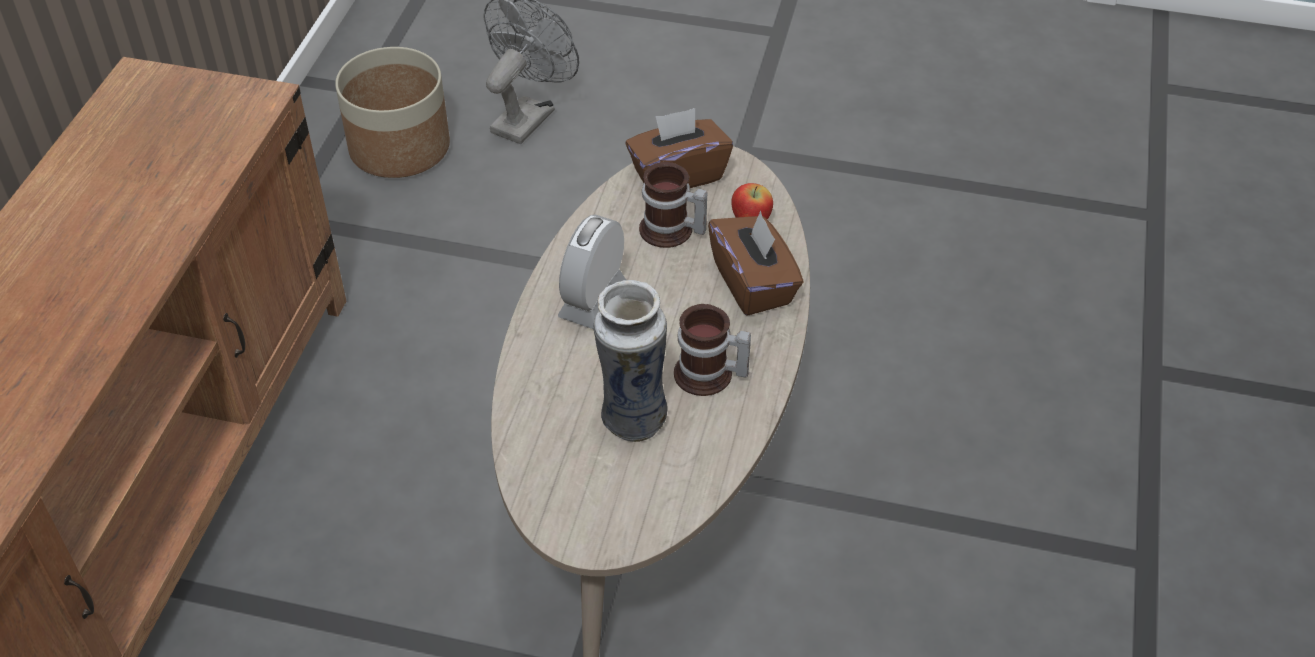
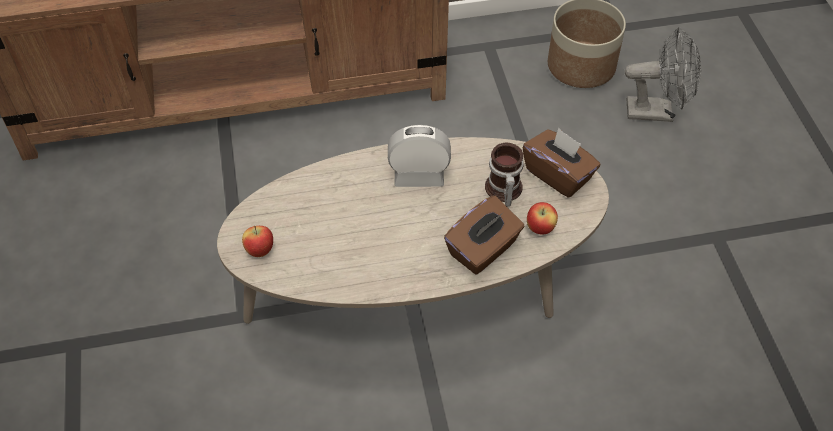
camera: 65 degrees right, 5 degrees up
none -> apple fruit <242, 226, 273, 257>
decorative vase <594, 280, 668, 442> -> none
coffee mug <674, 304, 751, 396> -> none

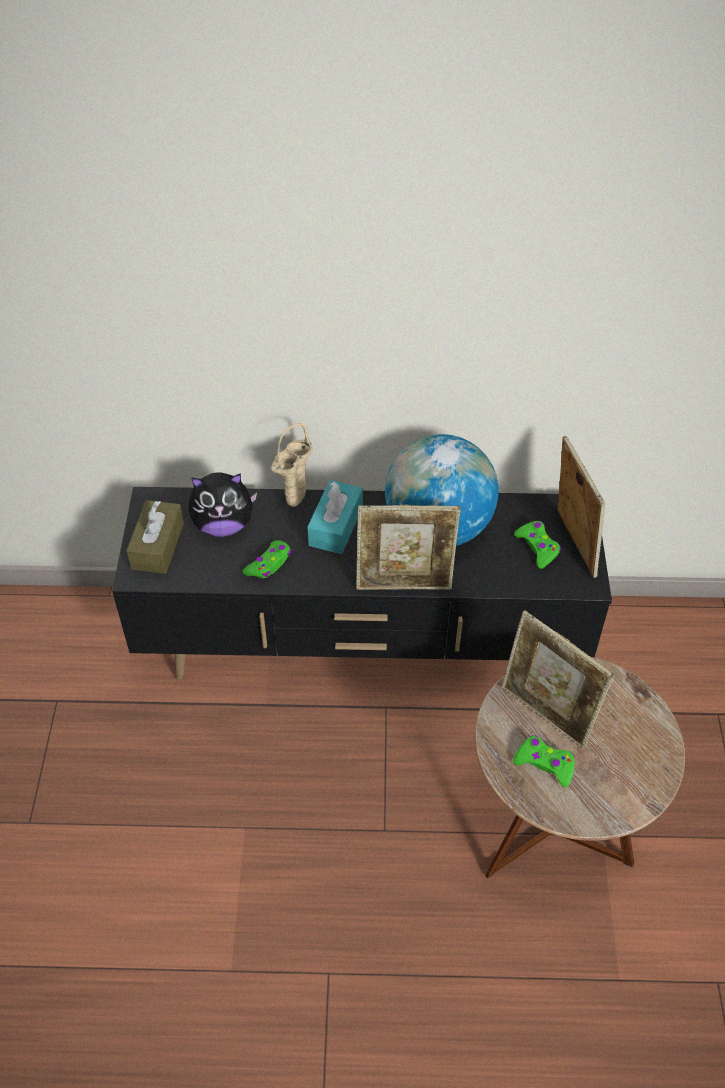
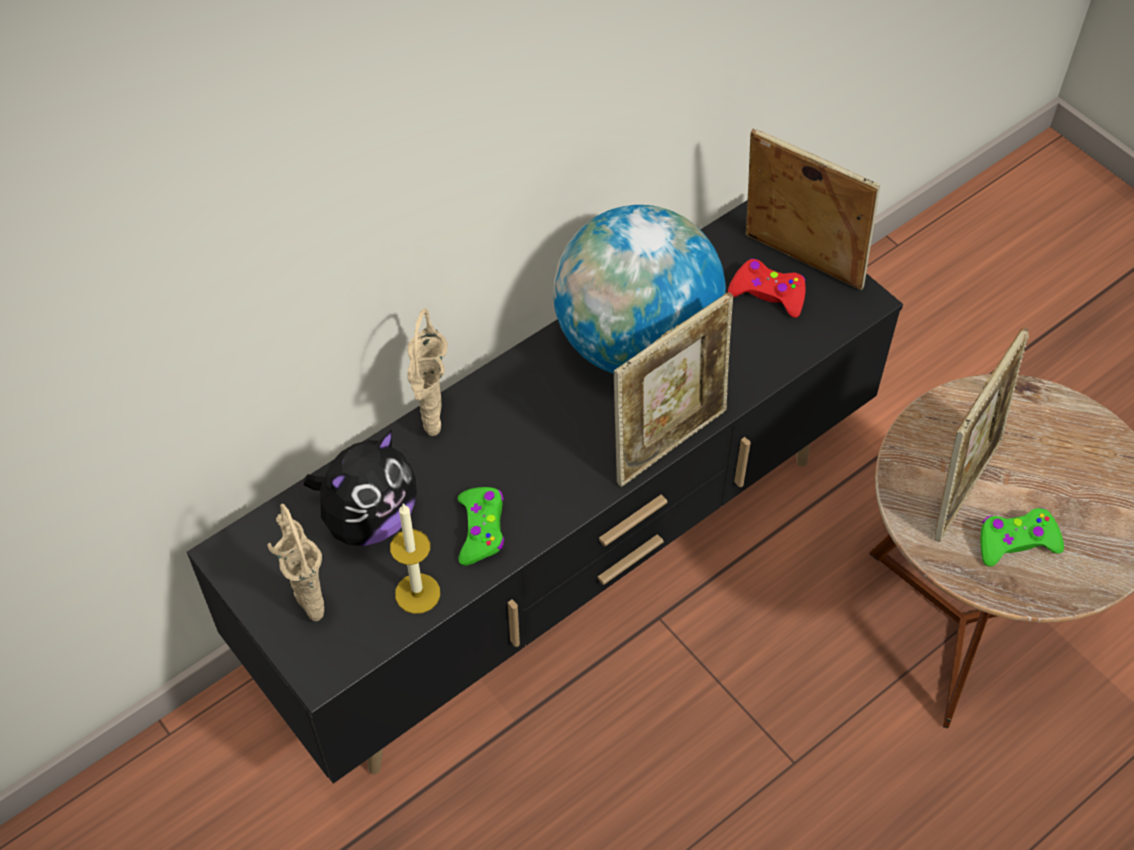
camera: 40 degrees left, 5 degrees up
brown box of tissues <126, 500, 184, 574> -> beige-coloured decorative vase <267, 503, 324, 621>
none -> wax candle <390, 503, 440, 614>
greenish joypad <514, 521, 561, 569> -> red joypad <728, 259, 806, 318>
photo frame <501, 610, 614, 749> -> photo frame <934, 327, 1029, 542>, 60 degrees counterclockwise
turquoise box of tissues <307, 480, 363, 554> -> none

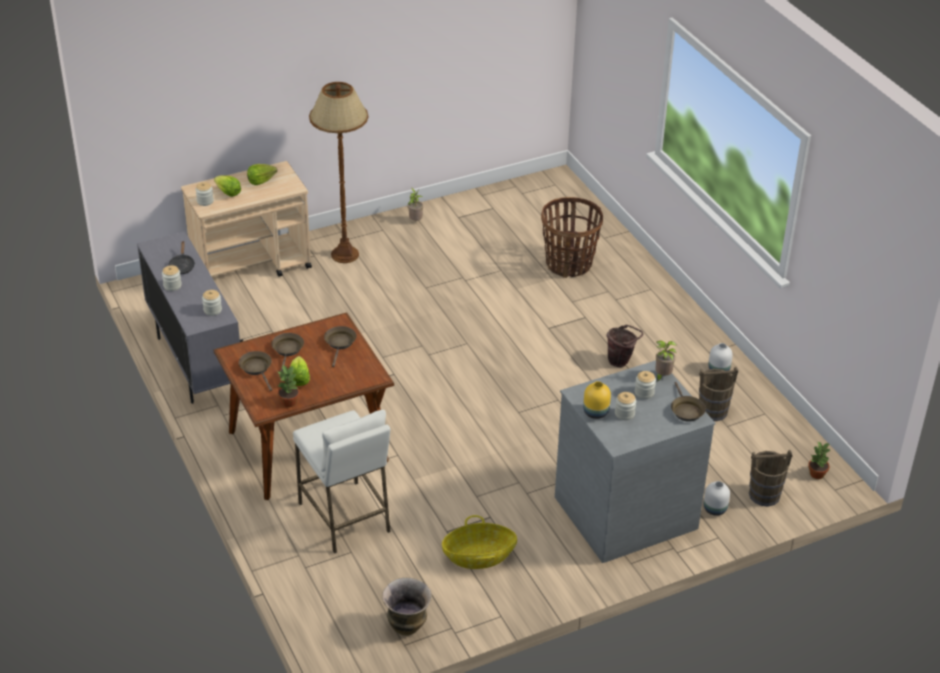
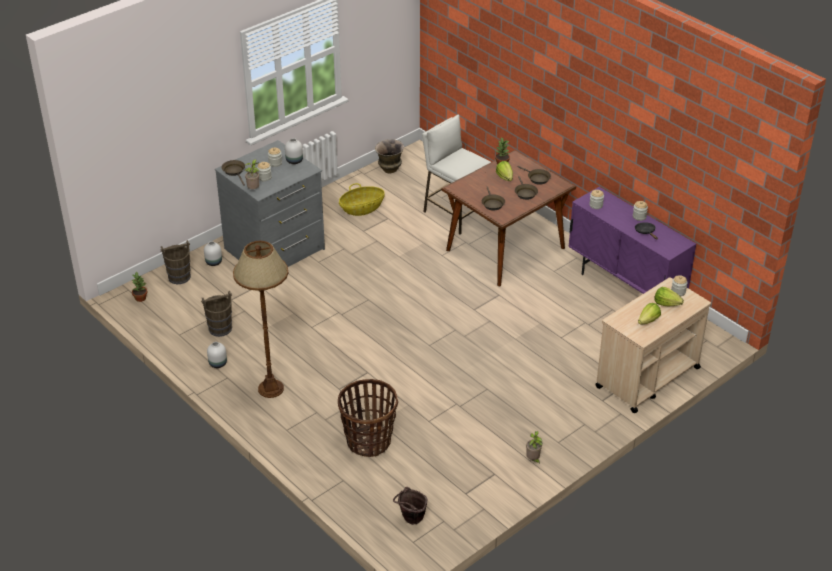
camera: 165 degrees right, 0 degrees up
brown standing lamp <309, 82, 368, 263> -> brown standing lamp <233, 241, 288, 398>, move
yellowish decorative vase <583, 381, 611, 419> -> white decorative vase <285, 138, 303, 164>
brown pail <606, 325, 643, 367> -> brown pail <393, 487, 427, 525>, move
greyish storage cabinet <137, 231, 243, 404> -> purplish storage cabinet <568, 187, 696, 294>

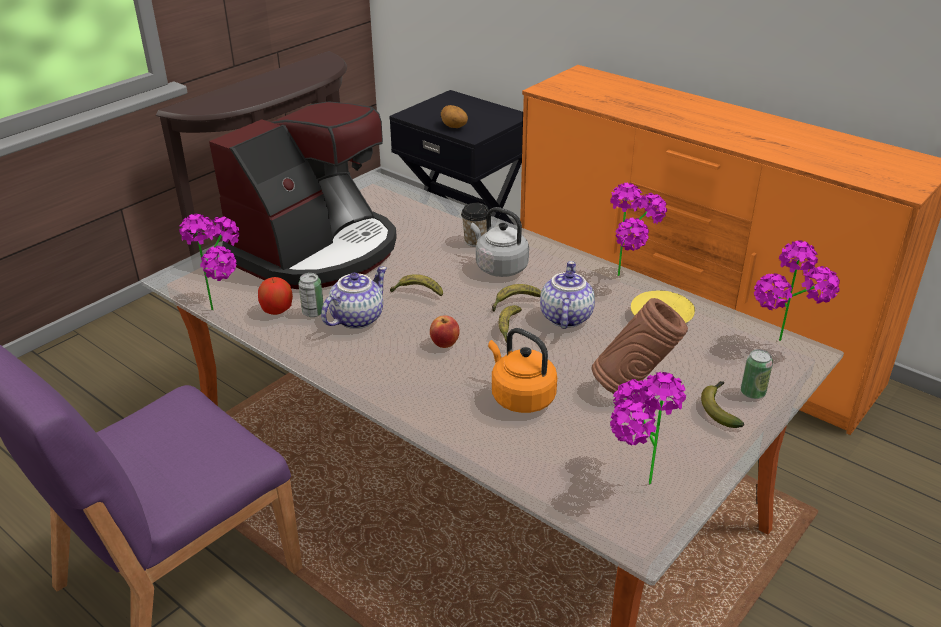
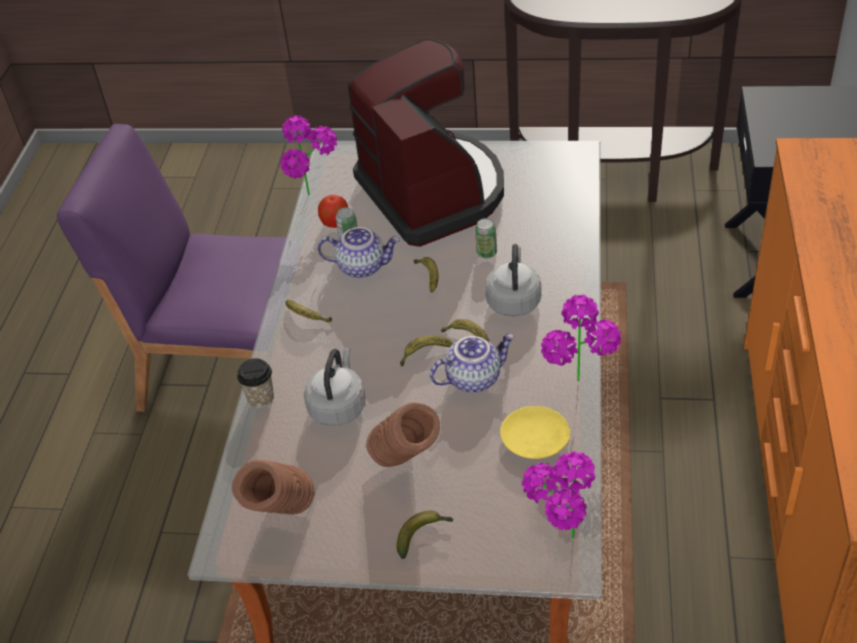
camera: 60 degrees right, 10 degrees up
potted plant <610, 372, 686, 485> -> brown decorative vase <232, 460, 315, 514>
small cup <461, 203, 489, 247> -> small cup <237, 358, 274, 408>, move
none -> banana fruit <285, 300, 332, 322>
orange kettle <488, 328, 557, 413> -> greyish kettle <304, 348, 365, 426>
coffee machine <209, 101, 397, 289> -> coffee machine <348, 39, 504, 247>, 120 degrees counterclockwise
sealed can <741, 349, 773, 399> -> sealed can <475, 218, 497, 258>, move
apple fruit <430, 315, 460, 348> -> none
spud <441, 105, 468, 128> -> none

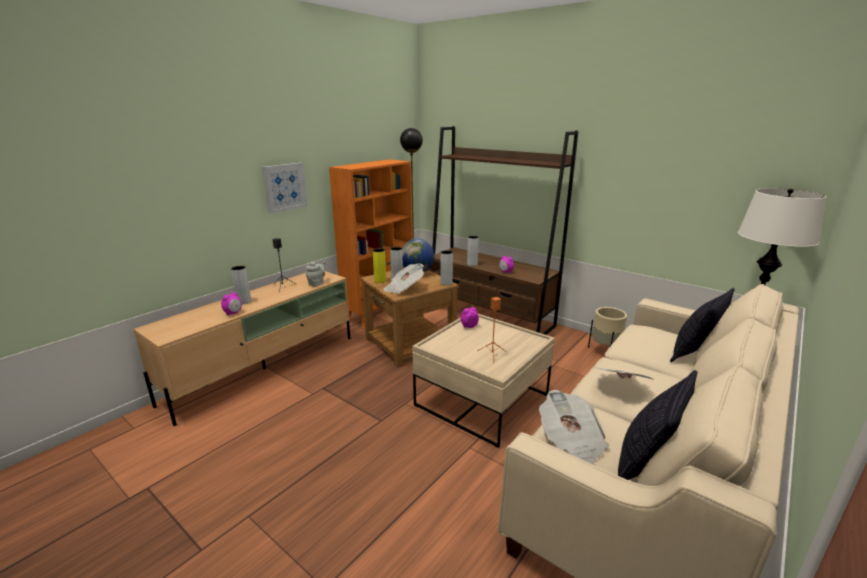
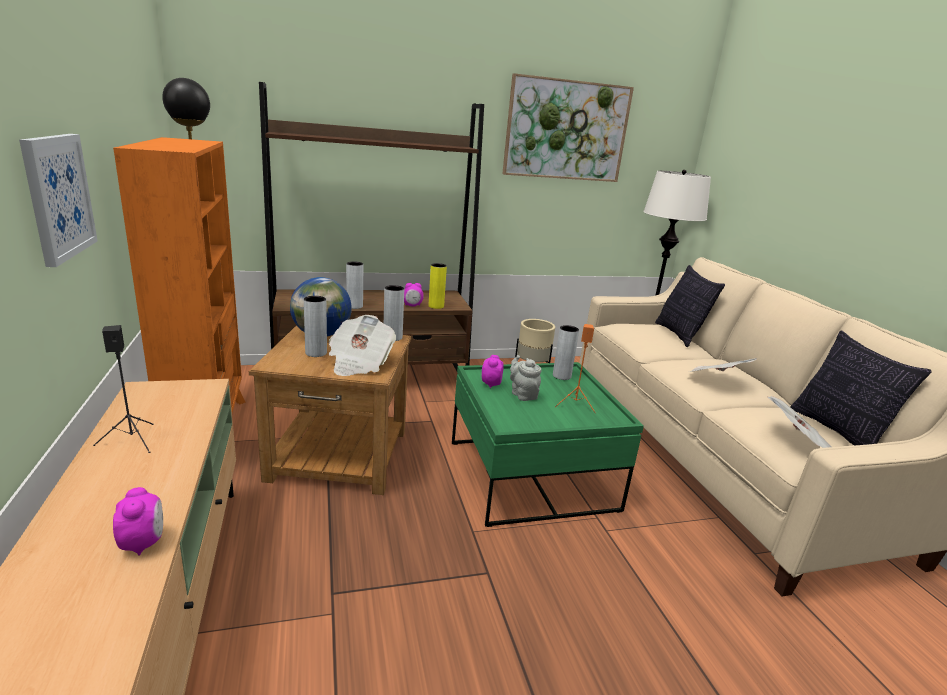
camera: 55 degrees left, 0 degrees up
yellowish decorative vase <373, 248, 386, 283> -> yellowish decorative vase <429, 263, 447, 309>, move
beige-coloured lounge table <412, 314, 555, 447> -> greenish lounge table <452, 362, 644, 527>
none -> picture <502, 73, 634, 182>
greyish pot for tea <306, 261, 325, 287> -> greyish pot for tea <510, 355, 541, 401>, move
greyish decorative vase <231, 266, 251, 304> -> greyish decorative vase <553, 325, 579, 380>, move

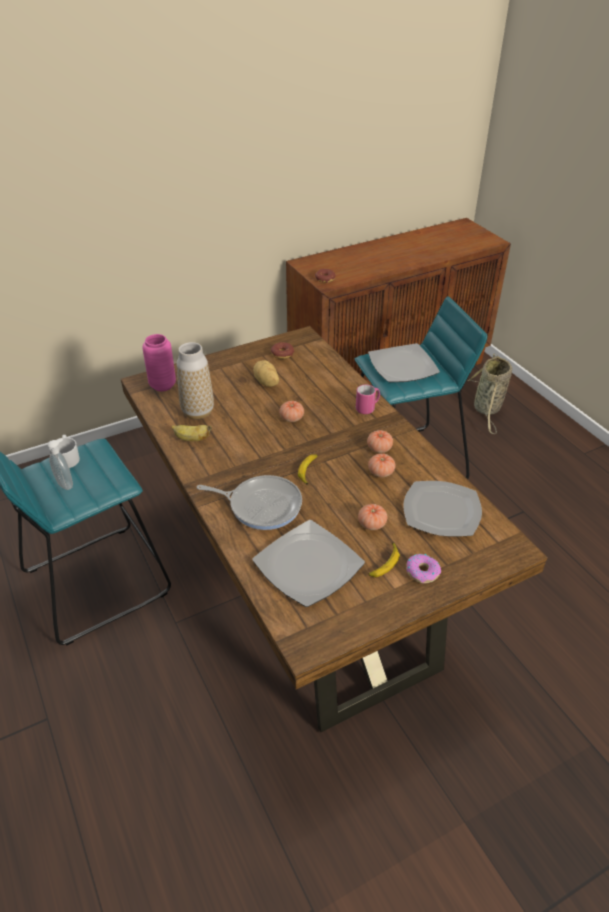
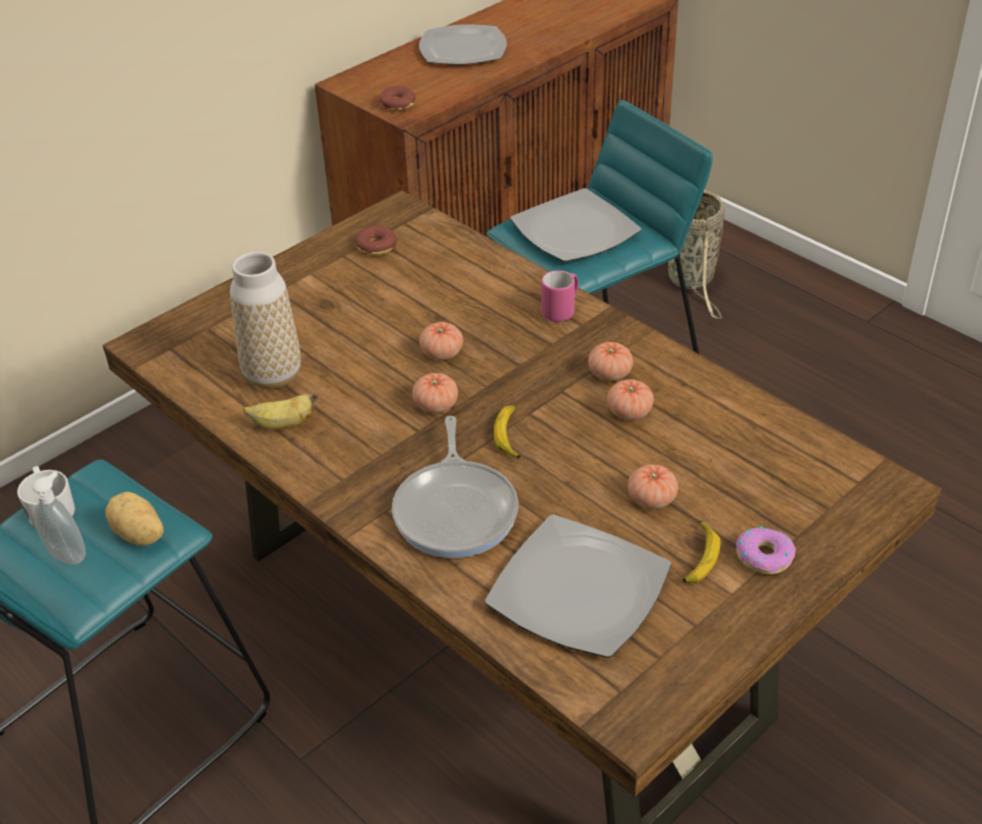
camera: 15 degrees left, 0 degrees up
spud <253, 360, 279, 387> -> spud <105, 492, 164, 546>, move
skillet <197, 475, 302, 530> -> skillet <392, 416, 518, 558>, 90 degrees clockwise
none -> fresh tomato <412, 373, 458, 413>
flat dish <403, 481, 482, 537> -> flat dish <419, 24, 507, 64>, move
pink-coloured decorative vase <142, 334, 176, 391> -> none

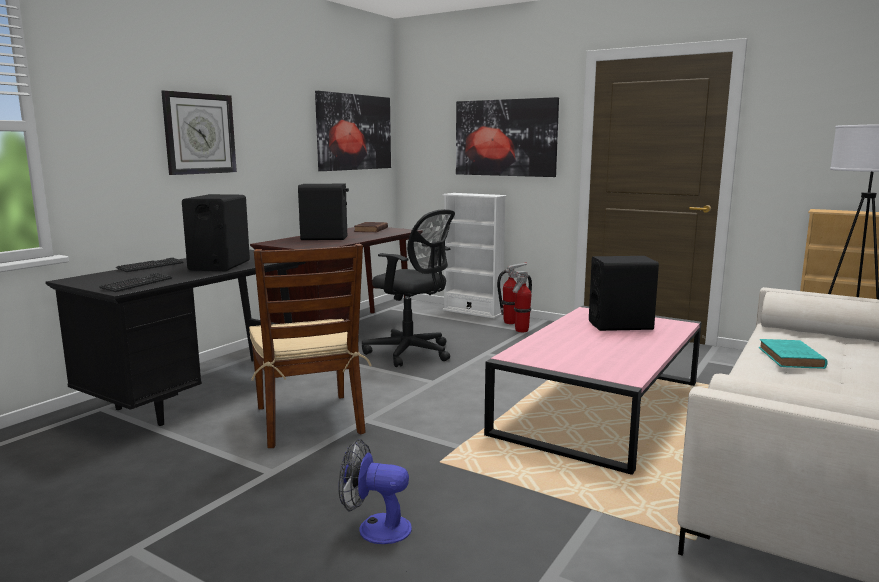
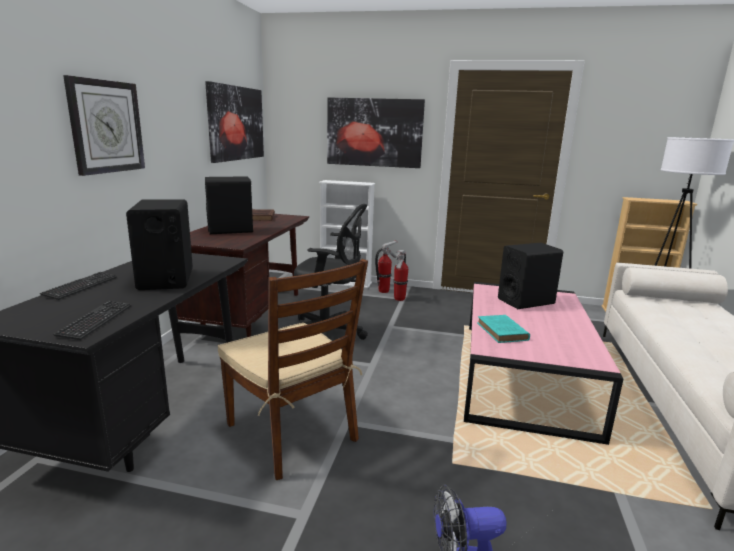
camera: 20 degrees left, 5 degrees up
turquoise bound book <759, 339, 828, 369> -> turquoise bound book <477, 315, 530, 343>, move

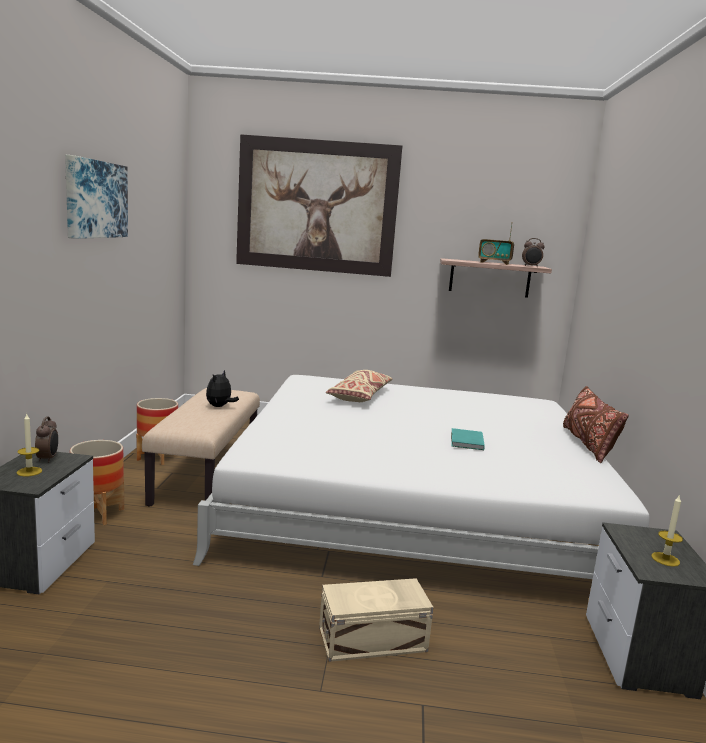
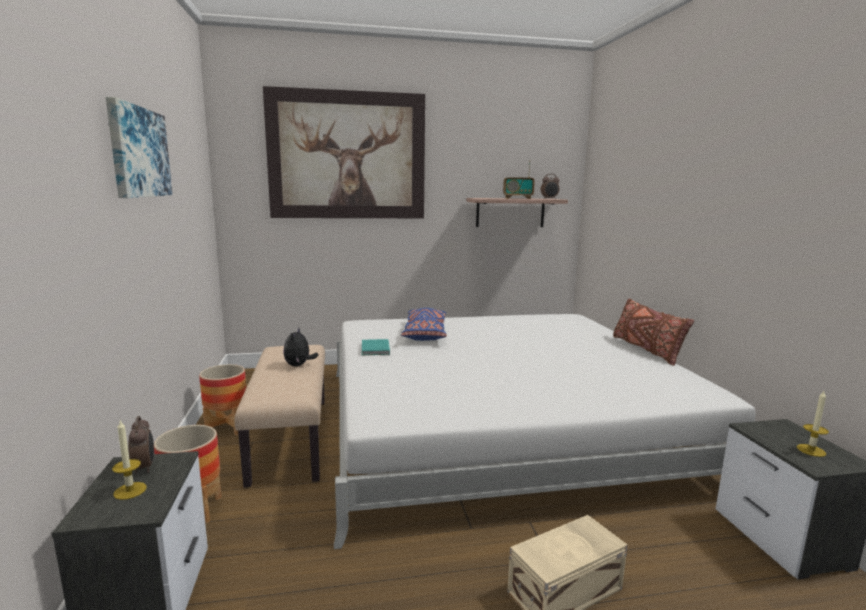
camera: 15 degrees left, 0 degrees up
turquoise bound book <451, 428, 485, 450> -> turquoise bound book <362, 339, 390, 355>, move
beige-coloured cushion <326, 370, 392, 402> -> blue cushion <401, 308, 447, 341>

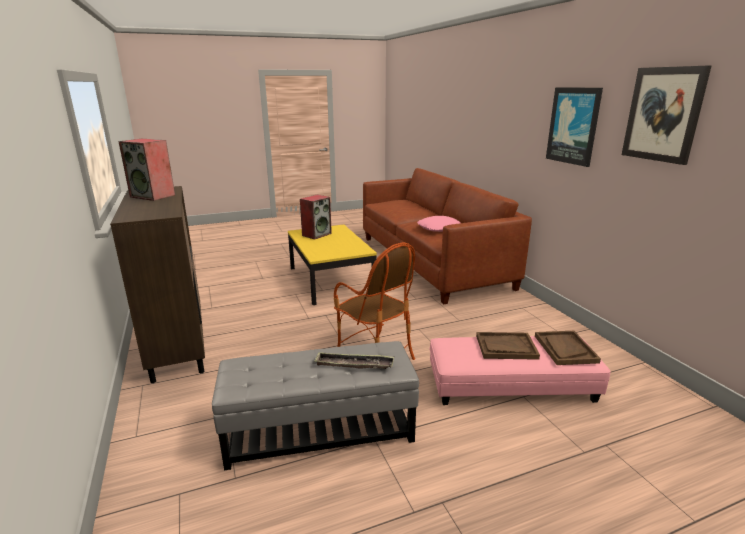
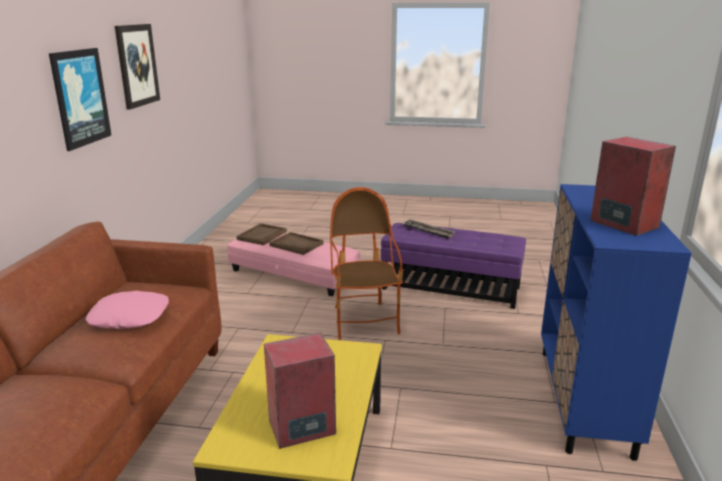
camera: 150 degrees left, 0 degrees up
greyish pouffe <212, 341, 419, 470> -> purplish pouffe <381, 223, 526, 309>
brown storage cabinet <110, 186, 205, 383> -> blue storage cabinet <541, 184, 692, 461>

